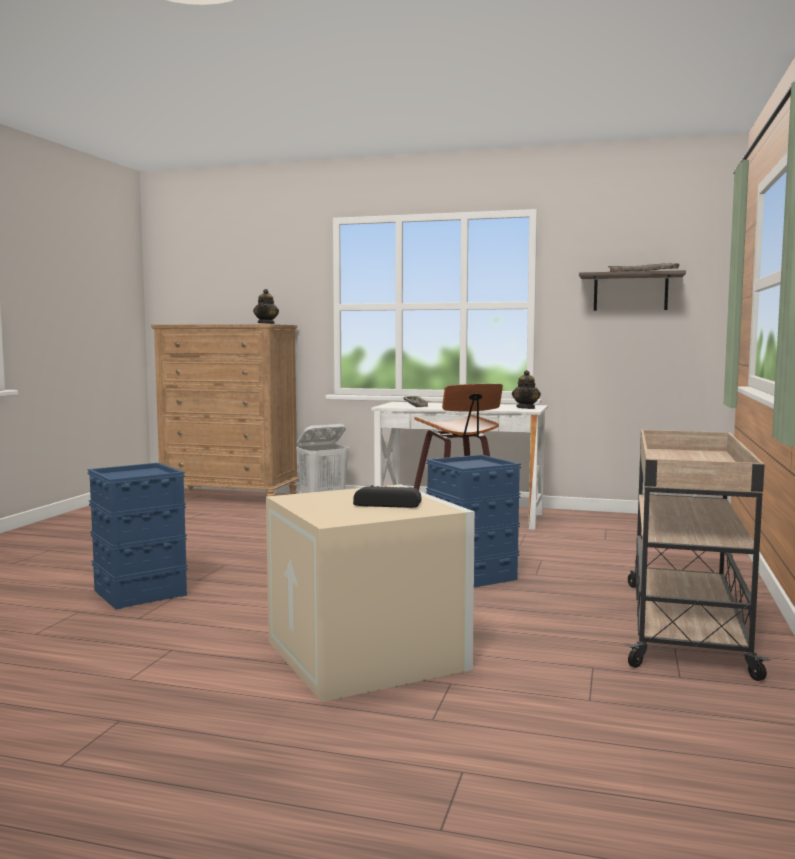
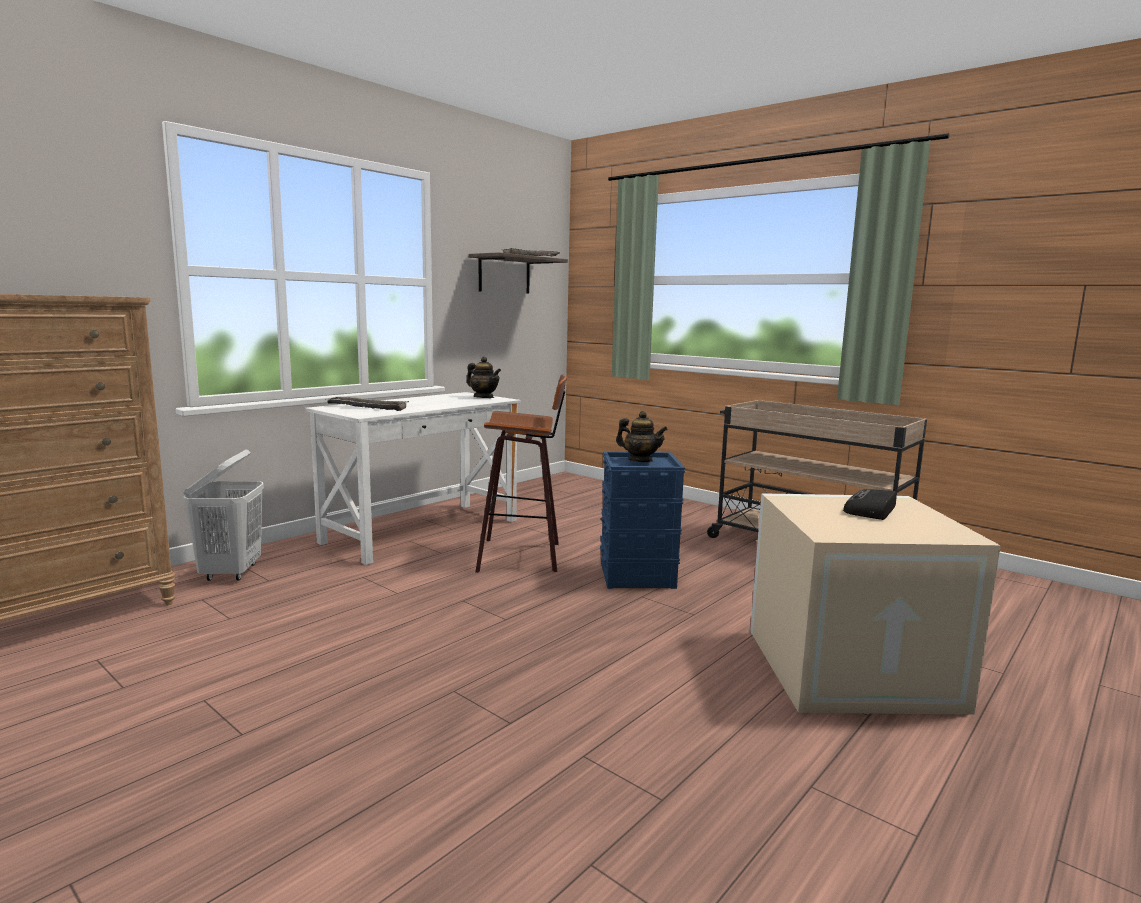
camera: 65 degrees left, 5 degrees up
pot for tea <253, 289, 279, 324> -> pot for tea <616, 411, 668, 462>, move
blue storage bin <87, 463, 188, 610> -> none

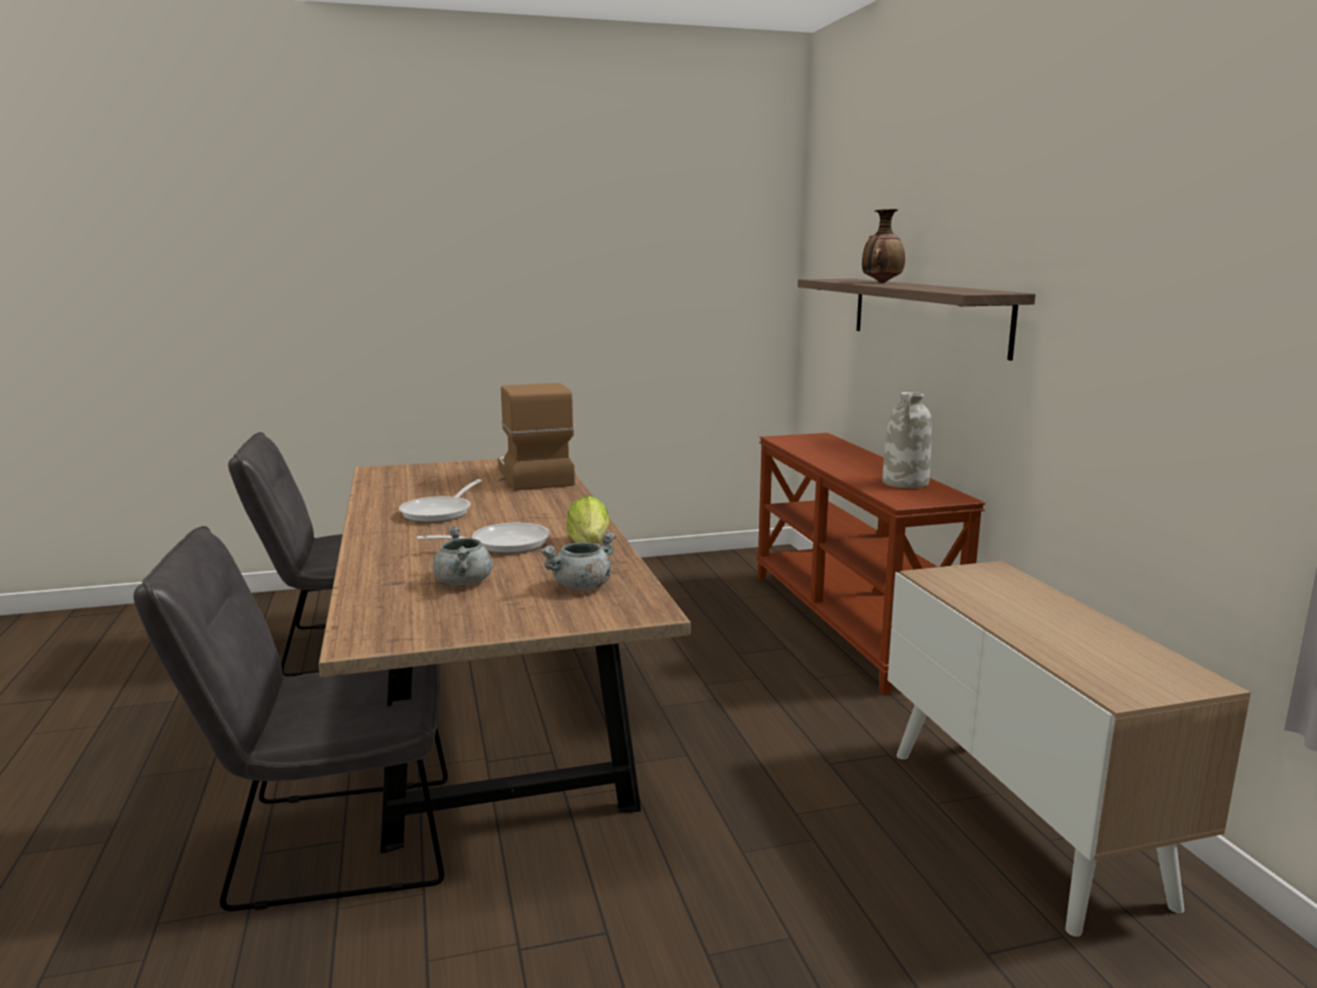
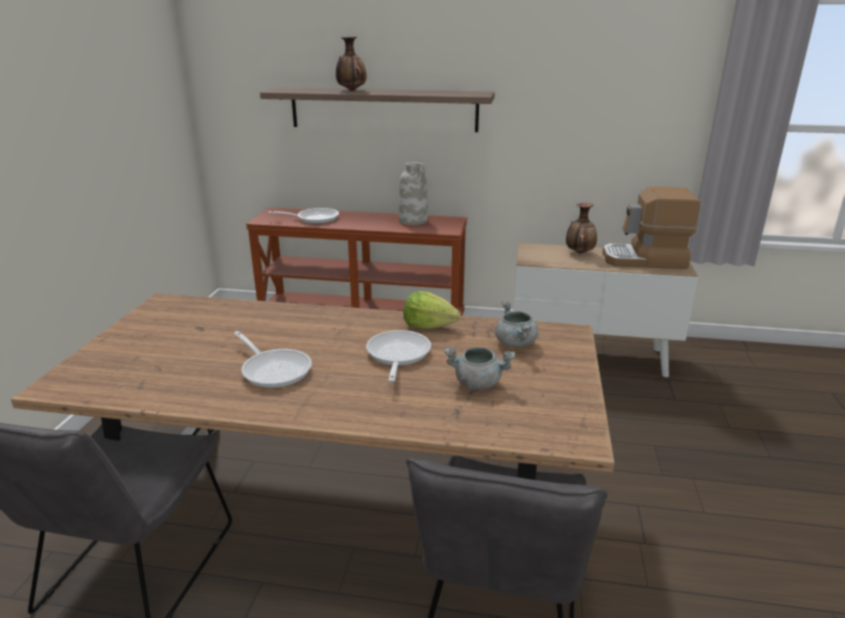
camera: 65 degrees left, 10 degrees up
none -> skillet <269, 208, 339, 224>
none -> decorative vase <566, 203, 597, 254>
coffee machine <498, 383, 575, 490> -> coffee machine <602, 187, 700, 269>, move

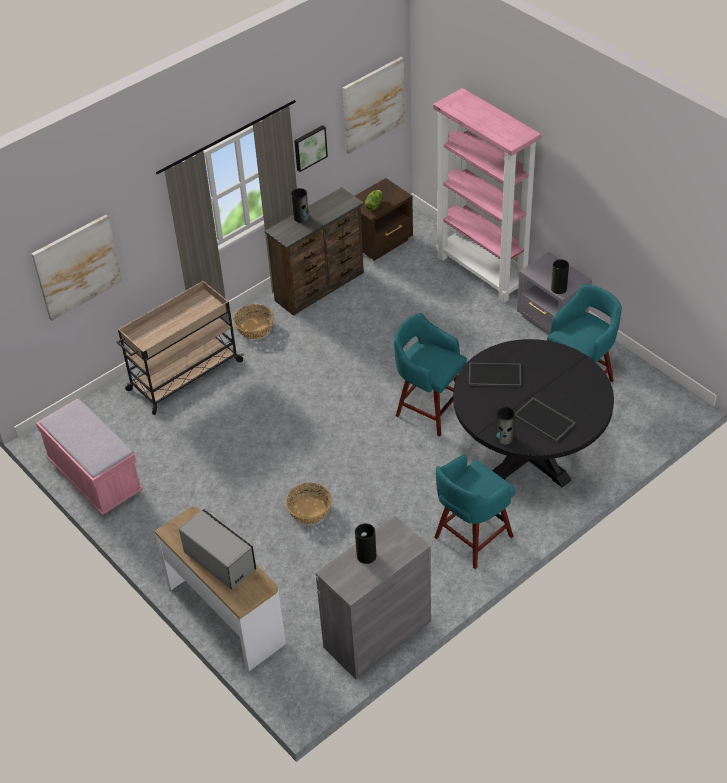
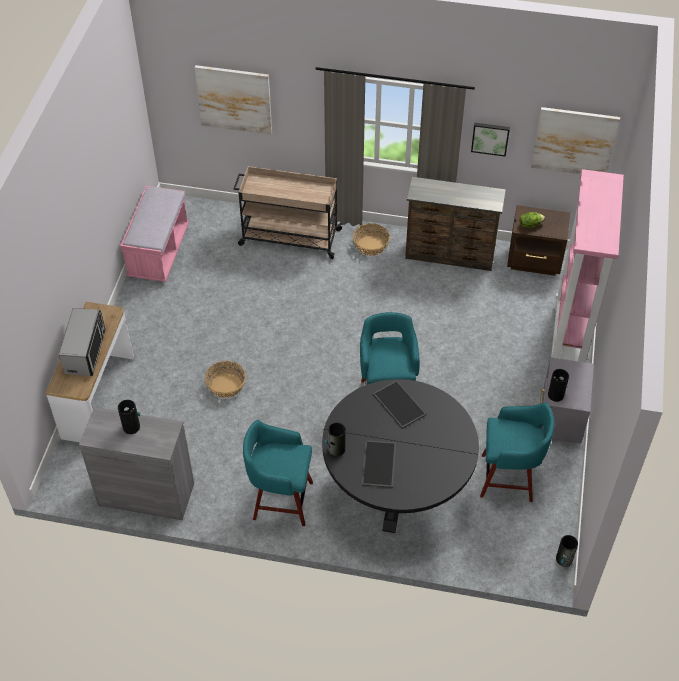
camera: 50 degrees right, 5 degrees up
decorative vase <291, 188, 309, 223> -> decorative vase <556, 535, 578, 567>, move

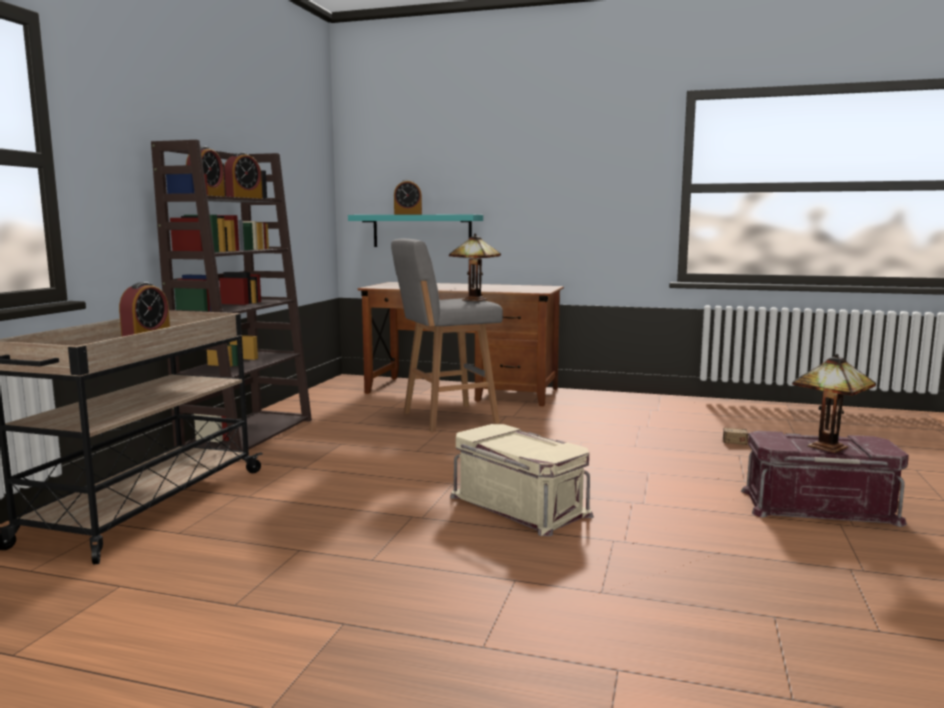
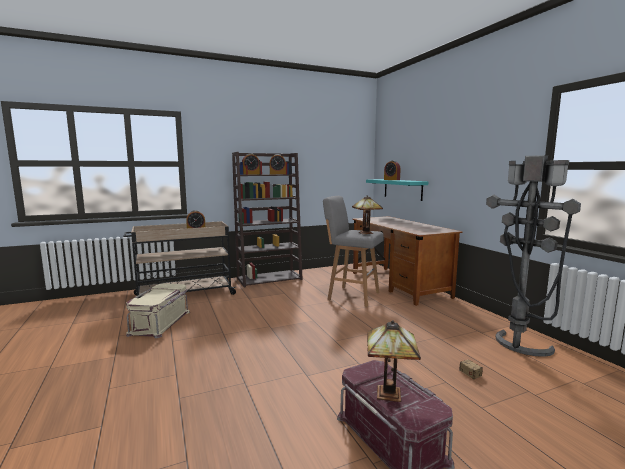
camera: 50 degrees right, 0 degrees up
beige-coloured storage bin <450, 424, 594, 536> -> beige-coloured storage bin <126, 283, 190, 338>, move
none -> greyish standing lamp <486, 155, 581, 357>

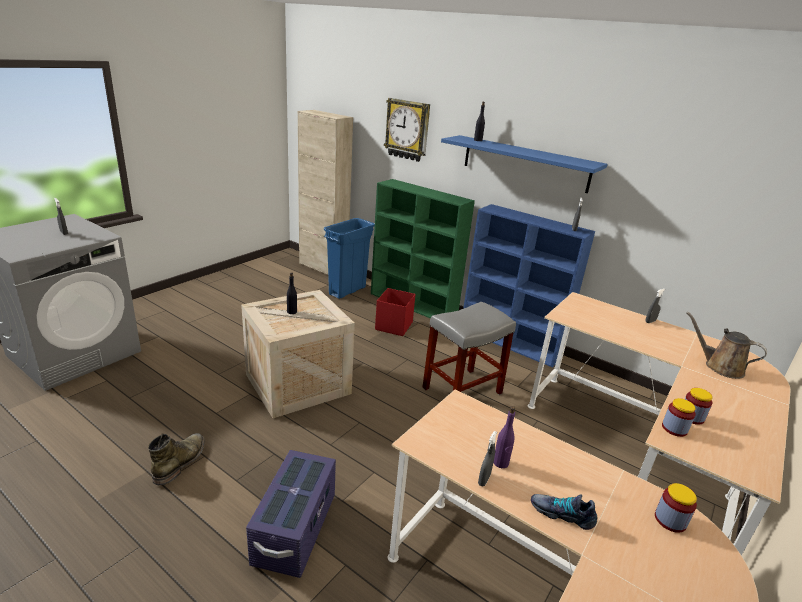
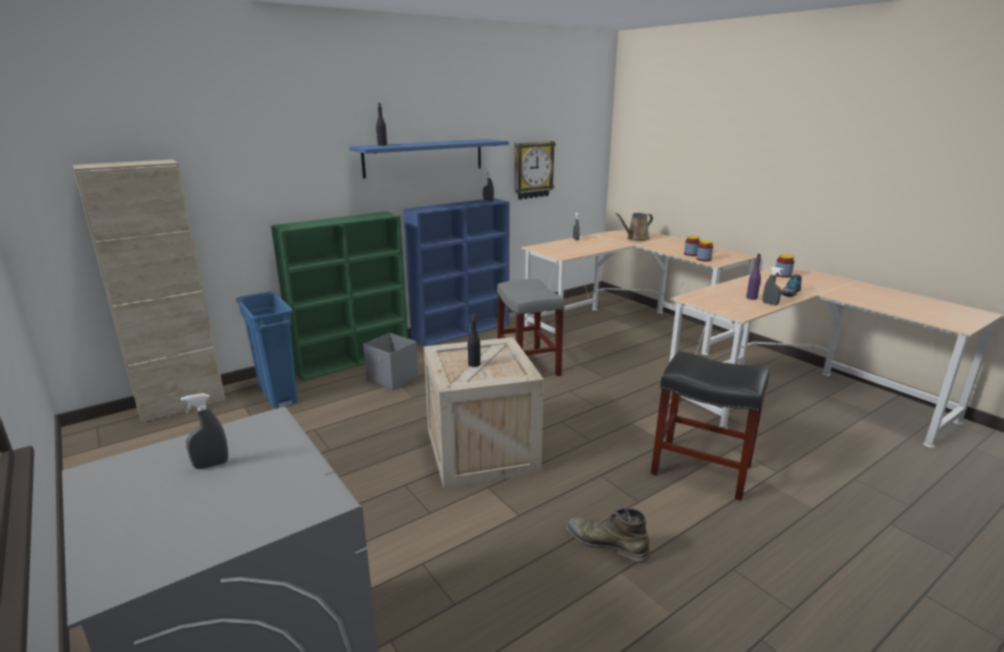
camera: 70 degrees left, 5 degrees down
red storage bin <375, 288, 415, 336> -> greyish storage bin <363, 333, 418, 390>
clock on the wall <384, 98, 430, 162> -> clock on the wall <514, 141, 556, 200>, move
purplish storage bin <246, 450, 336, 578> -> black-coloured stool <651, 351, 770, 501>

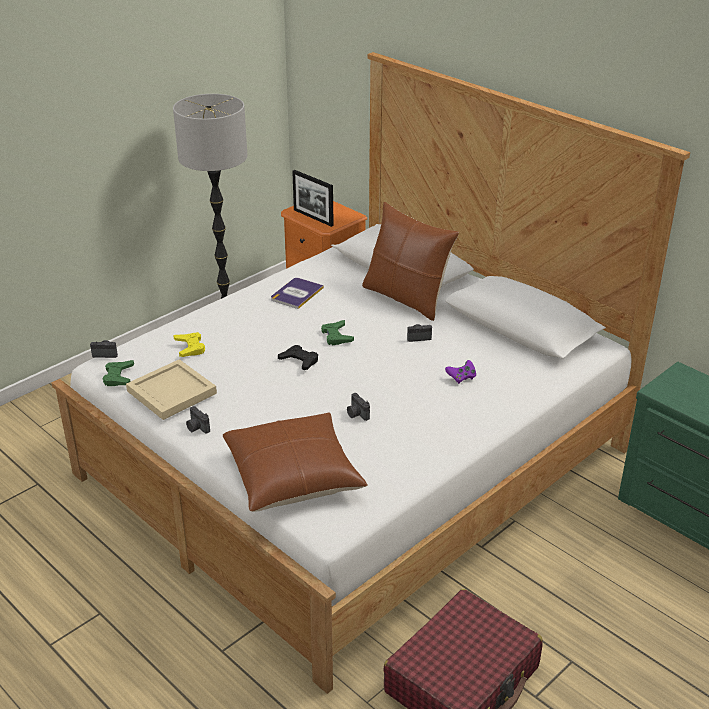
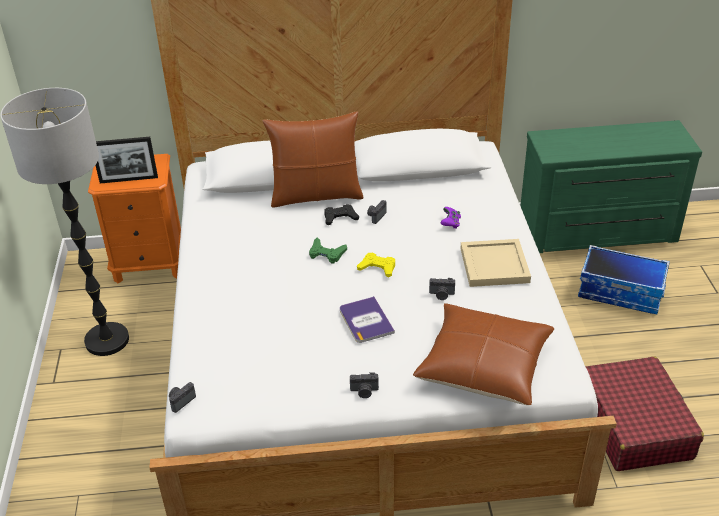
camera: 50 degrees left, 5 degrees up
black-coloured joypad <278, 345, 318, 370> -> black-coloured joypad <324, 204, 359, 225>, move
bound book <271, 278, 324, 309> -> bound book <340, 296, 395, 343>, move
yellowish joypad <173, 332, 205, 357> -> yellowish joypad <357, 253, 395, 277>, move
beige-coloured serving tray <126, 359, 217, 420> -> beige-coloured serving tray <461, 239, 531, 287>, move
none -> storage bin <578, 245, 670, 314>
greenish joypad <103, 360, 134, 386> -> none

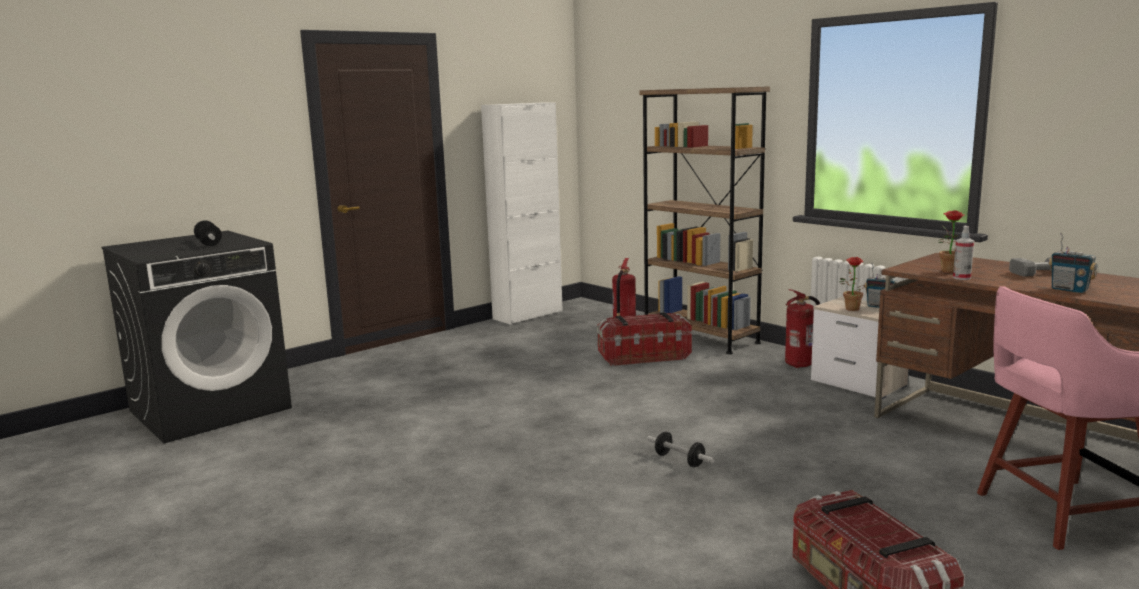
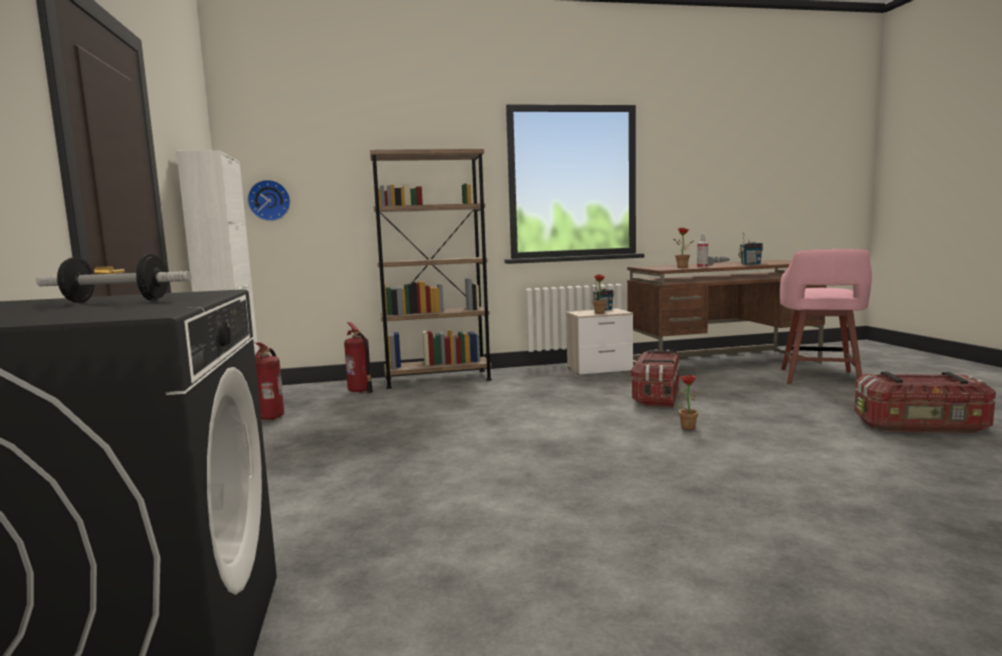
camera: 60 degrees left, 5 degrees down
none -> clock on the wall <247, 180, 290, 221>
fire extinguisher <785, 289, 820, 368> -> fire extinguisher <255, 342, 284, 420>, move
storage bin <597, 312, 692, 366> -> storage bin <631, 349, 680, 408>, move
free weight <647, 432, 714, 467> -> potted plant <676, 375, 701, 430>

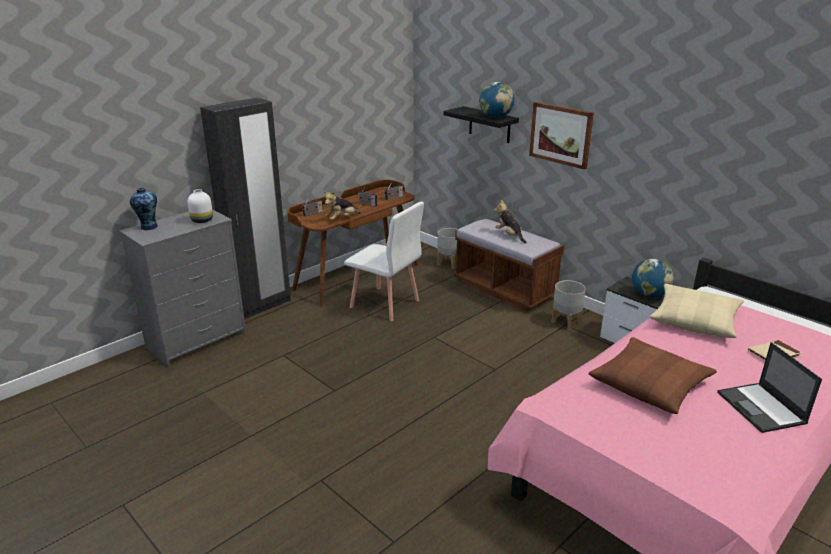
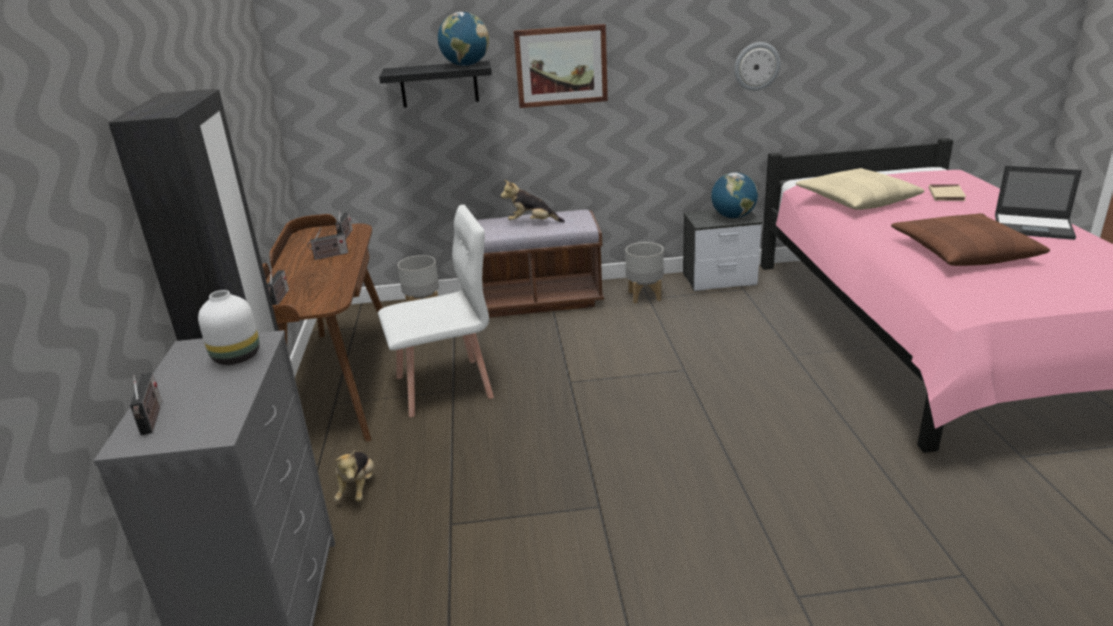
camera: 50 degrees left, 0 degrees up
decorative vase <130, 188, 158, 230> -> radio set <130, 372, 162, 435>
soft toy <324, 191, 360, 220> -> soft toy <335, 450, 374, 502>, move
none -> clock on the wall <734, 42, 781, 91>

